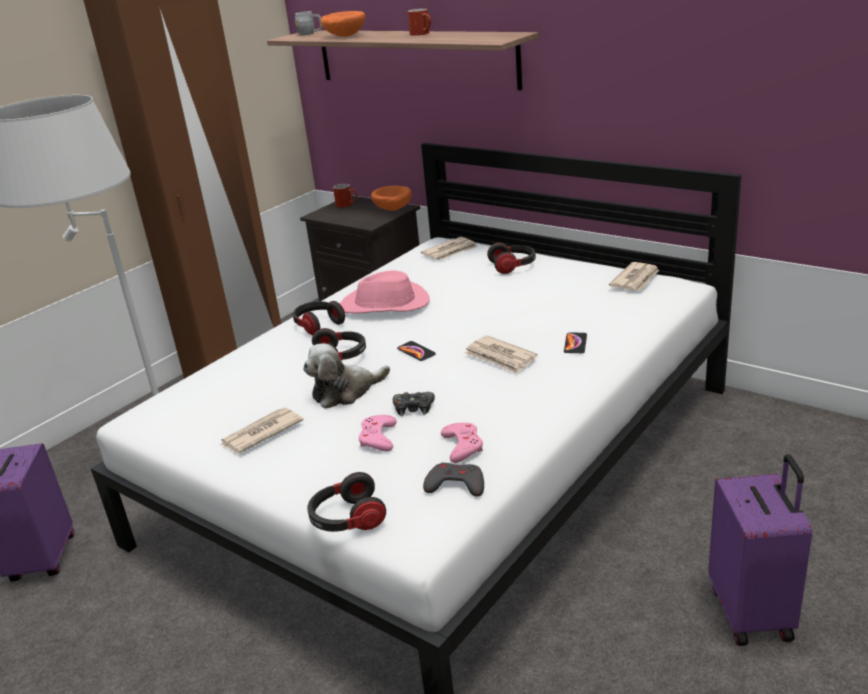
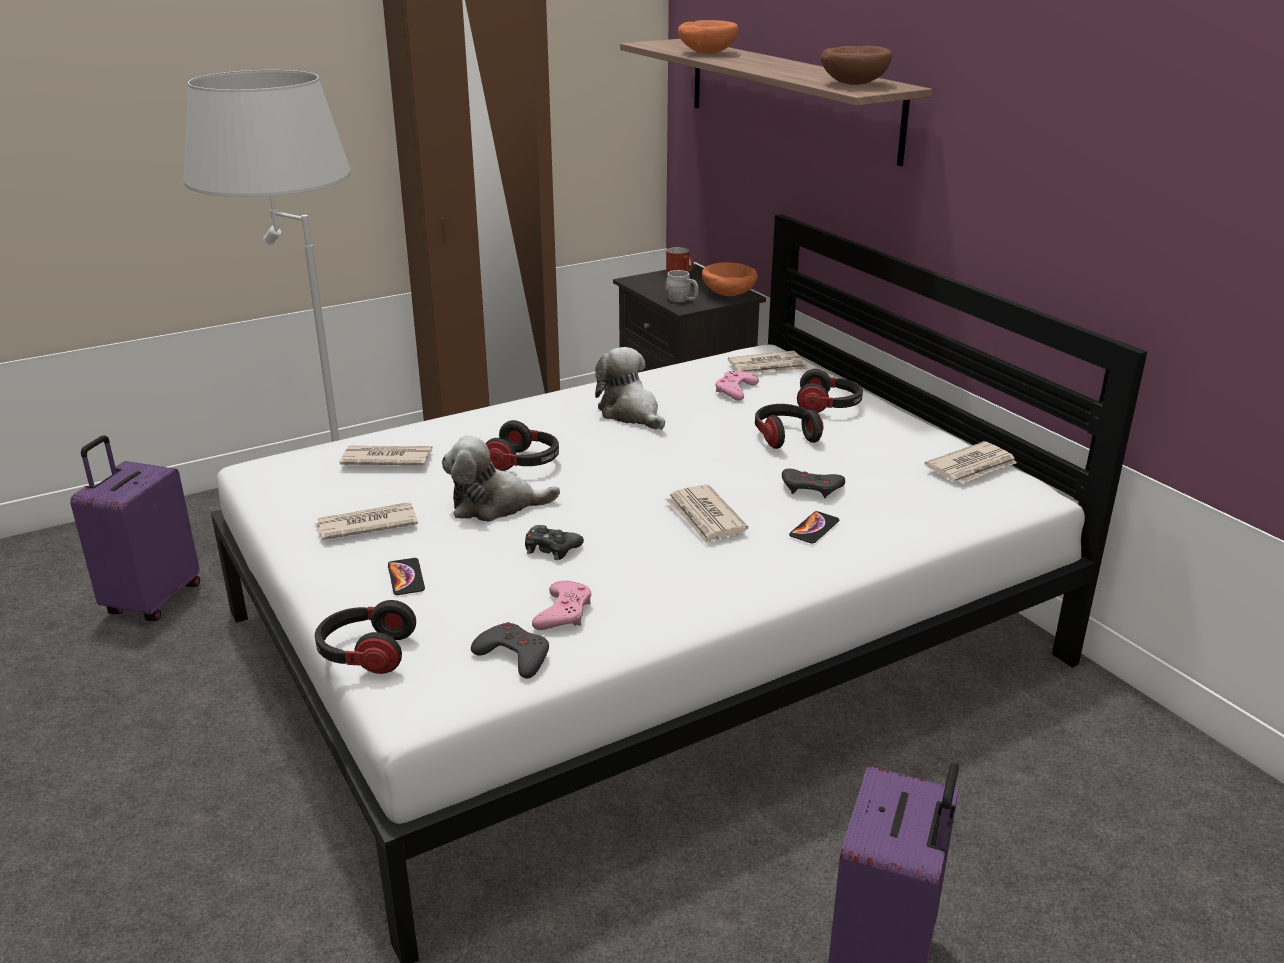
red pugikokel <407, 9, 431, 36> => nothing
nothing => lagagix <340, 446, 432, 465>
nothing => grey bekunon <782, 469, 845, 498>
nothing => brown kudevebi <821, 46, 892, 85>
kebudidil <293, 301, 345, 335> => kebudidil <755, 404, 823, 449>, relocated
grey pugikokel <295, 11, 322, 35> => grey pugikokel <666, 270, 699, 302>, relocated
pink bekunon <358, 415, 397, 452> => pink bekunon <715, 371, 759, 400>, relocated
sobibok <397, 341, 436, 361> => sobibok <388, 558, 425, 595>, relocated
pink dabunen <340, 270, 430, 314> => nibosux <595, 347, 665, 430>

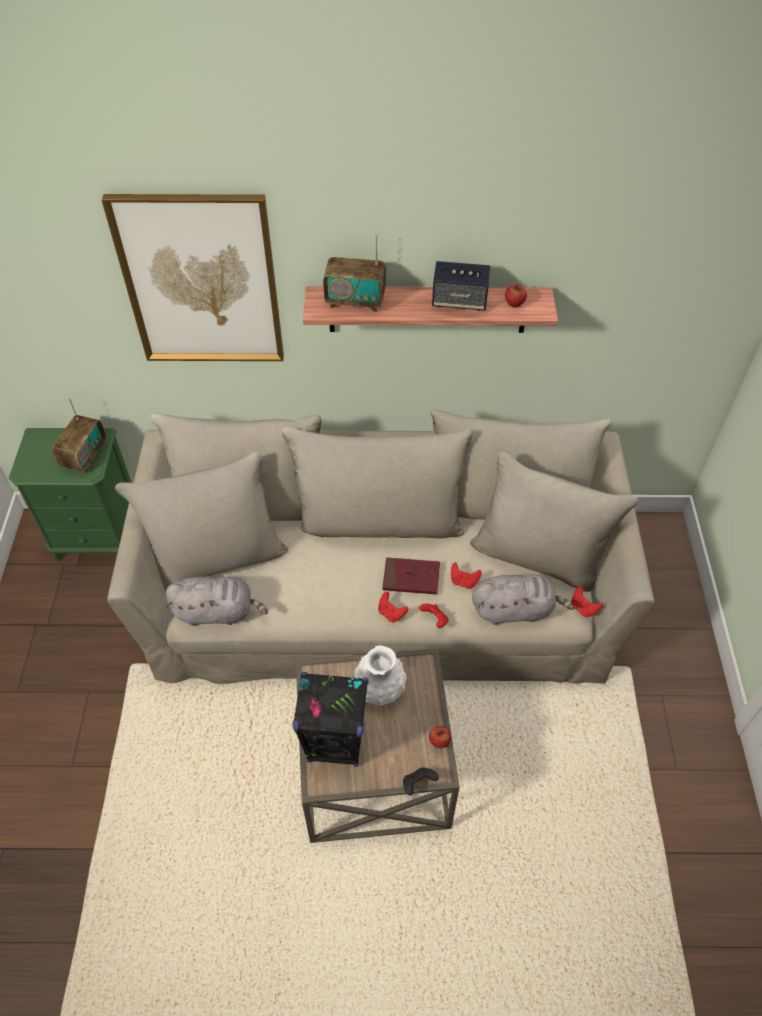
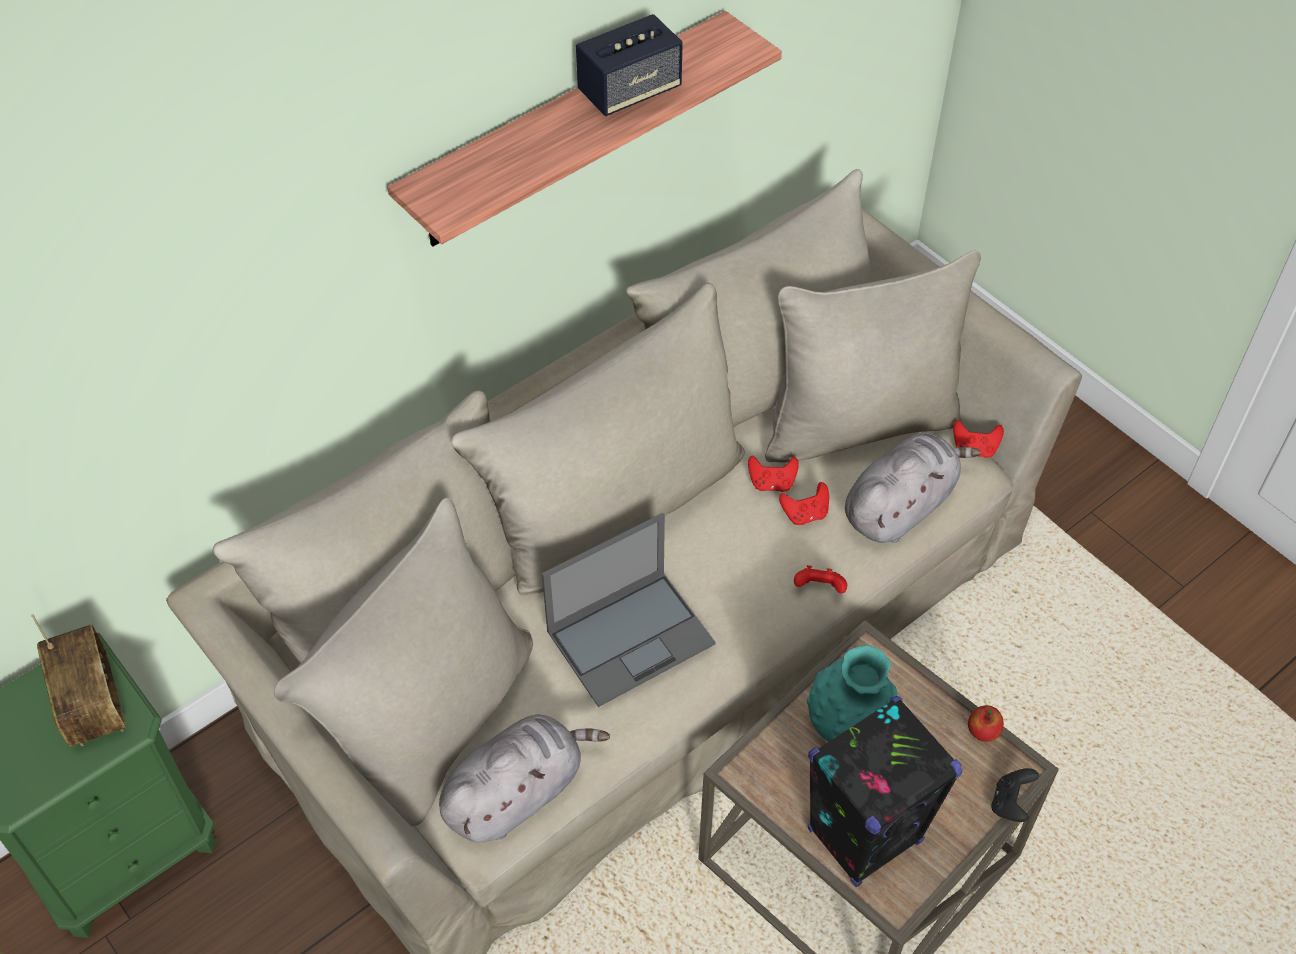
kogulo <102, 194, 284, 361> => nothing
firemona <323, 235, 386, 312> => nothing
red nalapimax <382, 557, 440, 595> => nothing
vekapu <505, 284, 527, 307> => nothing
nothing => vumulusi <542, 513, 716, 707>
red bekunon <378, 592, 408, 622> => red bekunon <748, 456, 799, 492>, relocated
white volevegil <354, 646, 407, 706> => turquoise volevegil <806, 645, 898, 742>

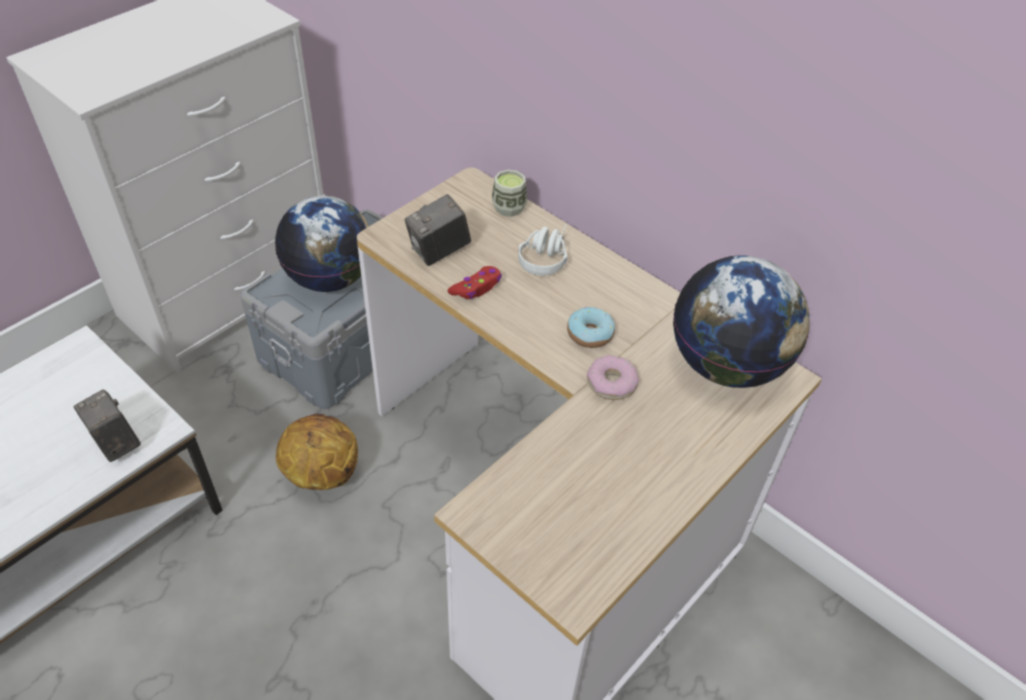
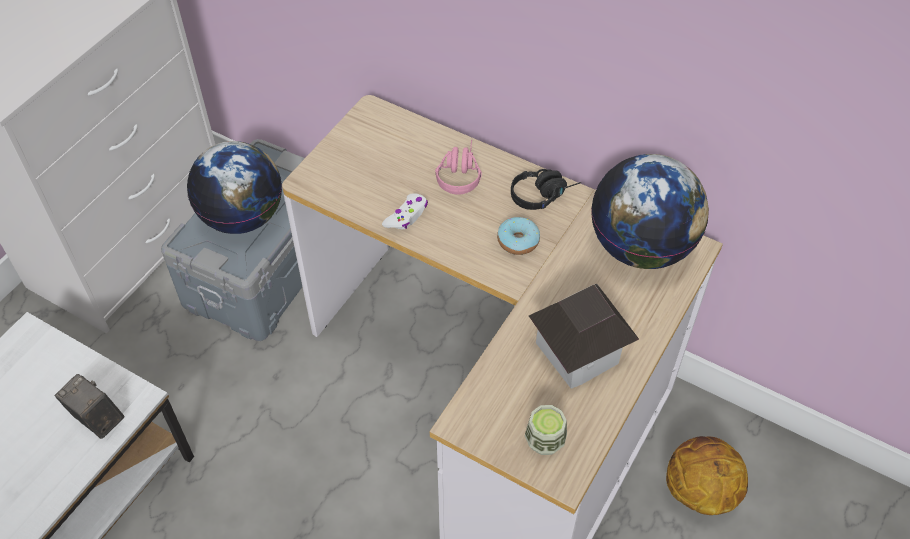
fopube <404, 194, 471, 266> => nothing
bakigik <587, 355, 639, 400> => nothing
nothing => black kebudidil <511, 169, 582, 210>
nothing => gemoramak <529, 284, 639, 389>
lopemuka <276, 414, 358, 490> => lopemuka <666, 436, 748, 515>, relocated
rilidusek <492, 170, 527, 217> => rilidusek <525, 405, 567, 455>, relocated
red bekunon <447, 266, 502, 299> => white bekunon <382, 193, 428, 229>
white kebudidil <518, 225, 568, 276> => pink kebudidil <435, 140, 482, 195>

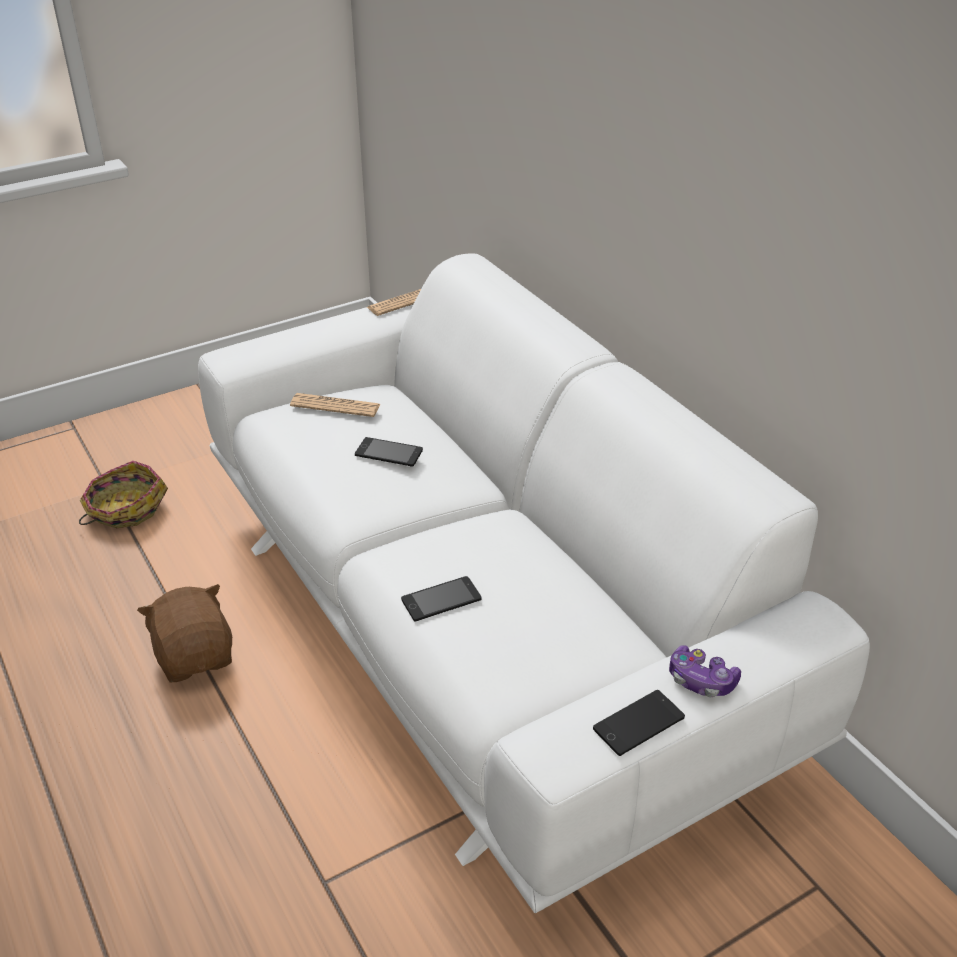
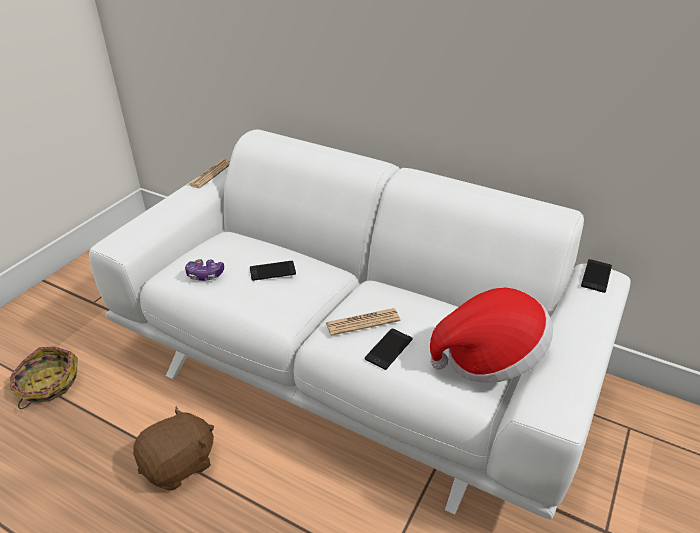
nothing => dabunen <430, 287, 553, 383>
lagagix <290, 393, 380, 417> => lagagix <325, 308, 400, 336>, relocated
sobibok <593, 690, 685, 756> => sobibok <581, 259, 612, 293>, relocated
bekunon <669, 645, 741, 697> => bekunon <185, 259, 224, 281>, relocated
brown nibosux <137, 584, 232, 682> => brown nibosux <133, 406, 214, 491>, 105 degrees clockwise

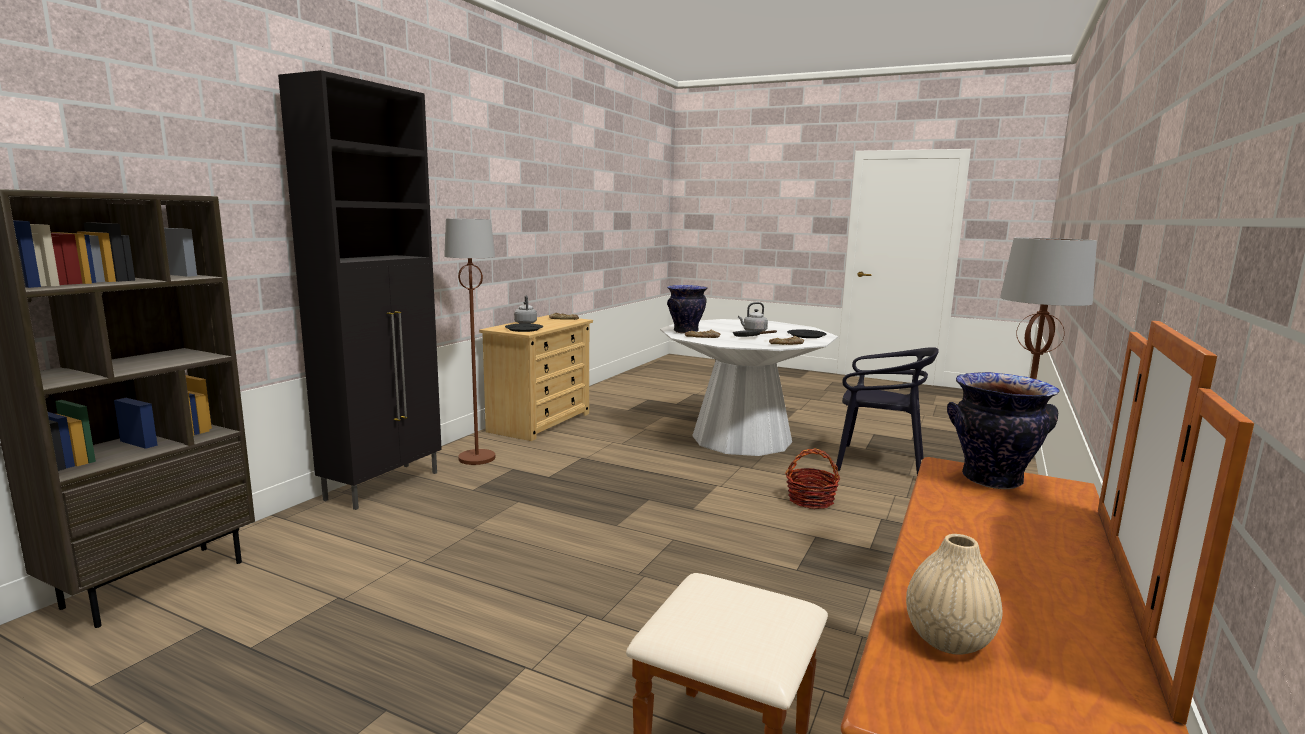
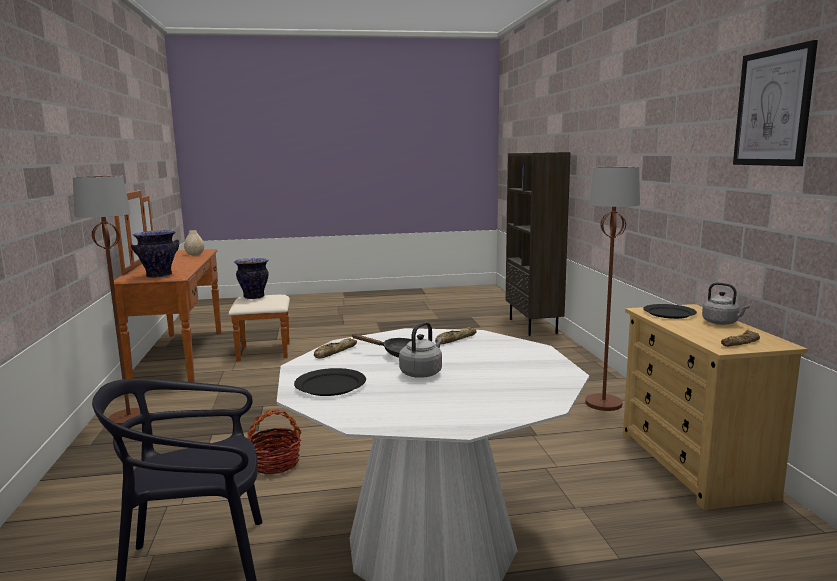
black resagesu <278, 70, 442, 510> => nothing
nothing => kogulo <733, 40, 818, 166>
volevegil <667, 285, 708, 334> => volevegil <234, 258, 269, 299>, relocated

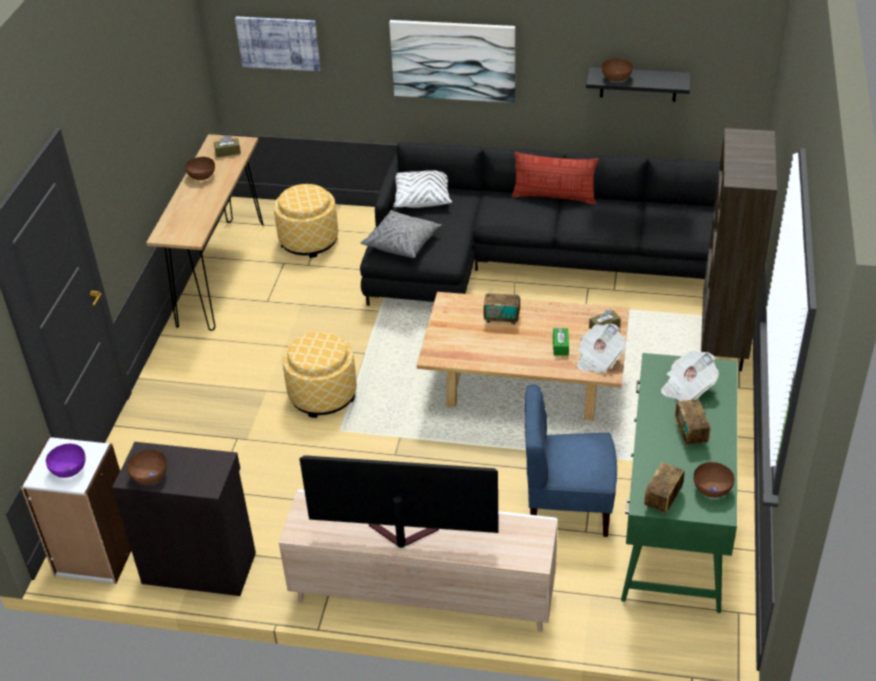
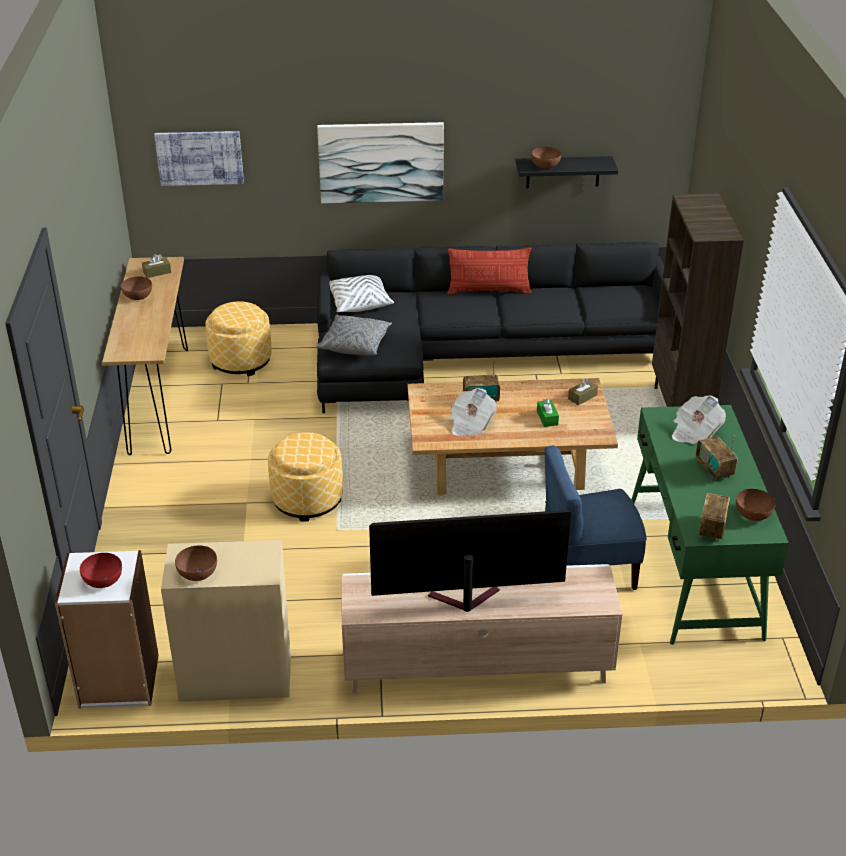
lagagix <577, 323, 626, 373> => lagagix <450, 388, 497, 436>, relocated
purple kudevebi <46, 444, 86, 478> => red kudevebi <80, 553, 122, 588>
black resagesu <112, 442, 256, 596> => beige resagesu <161, 540, 291, 702>

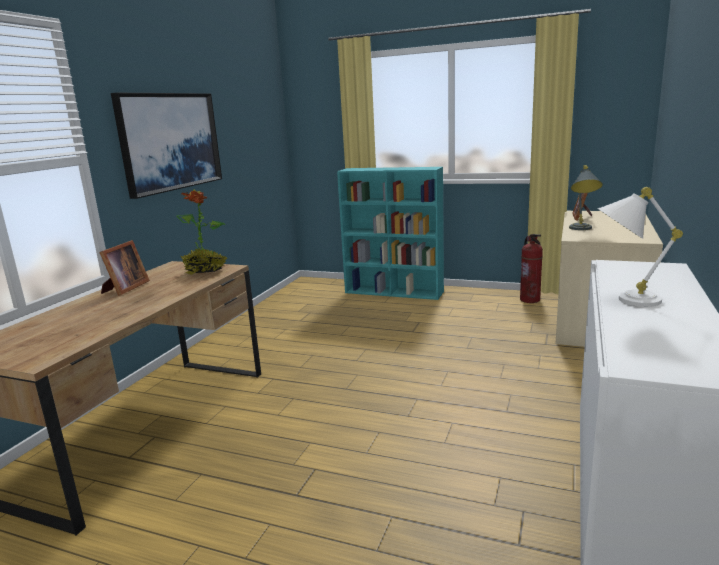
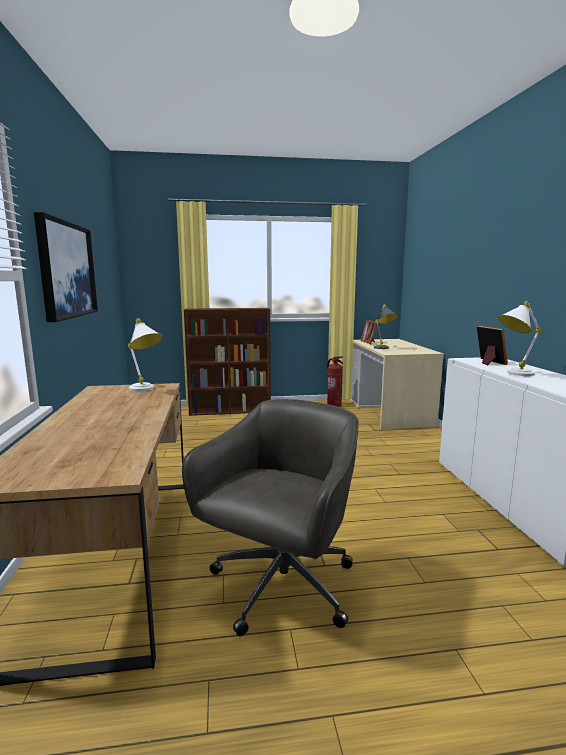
nothing => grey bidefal <182, 399, 359, 636>
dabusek <99, 240, 150, 296> => dabusek <476, 326, 508, 365>, relocated
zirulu <177, 190, 227, 275> => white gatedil <128, 319, 163, 391>
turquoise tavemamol <337, 167, 444, 300> => brown tavemamol <184, 308, 271, 416>

